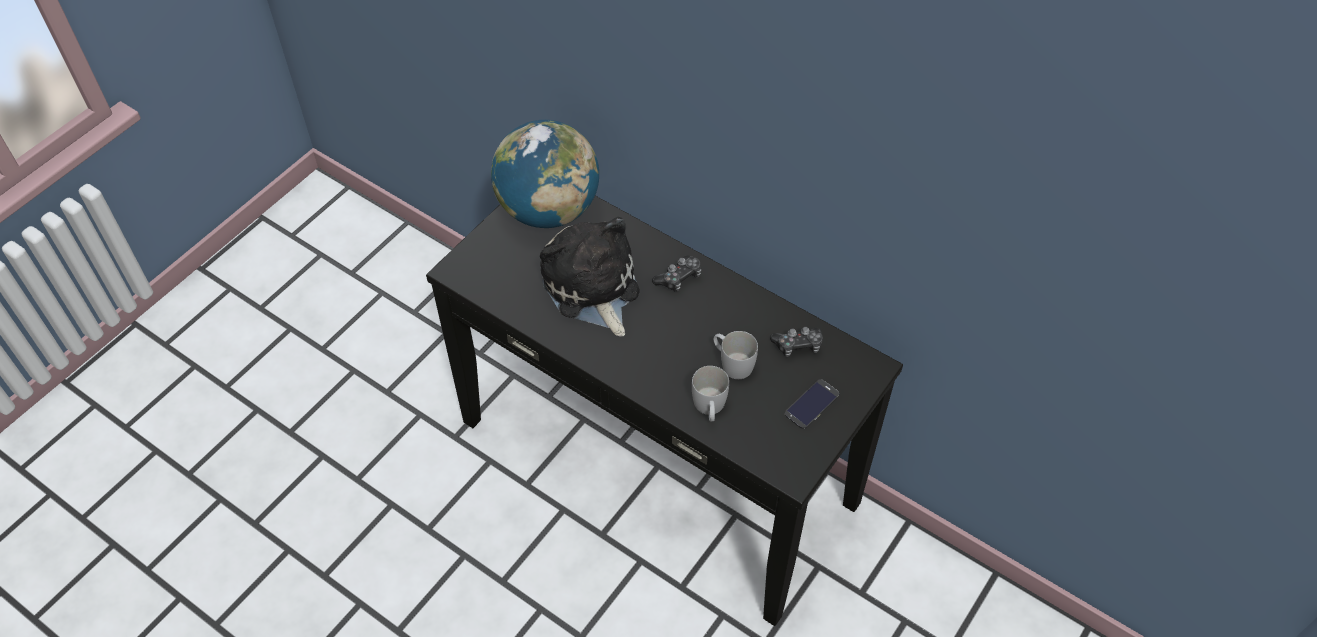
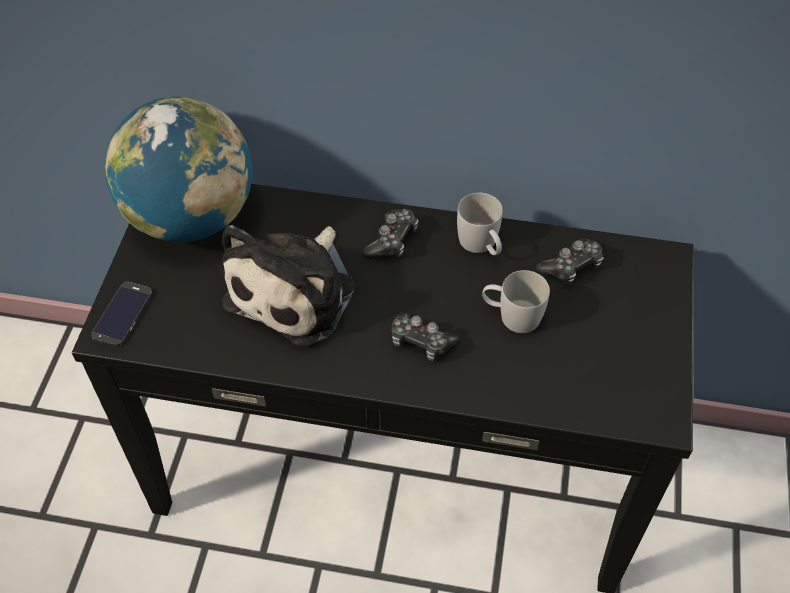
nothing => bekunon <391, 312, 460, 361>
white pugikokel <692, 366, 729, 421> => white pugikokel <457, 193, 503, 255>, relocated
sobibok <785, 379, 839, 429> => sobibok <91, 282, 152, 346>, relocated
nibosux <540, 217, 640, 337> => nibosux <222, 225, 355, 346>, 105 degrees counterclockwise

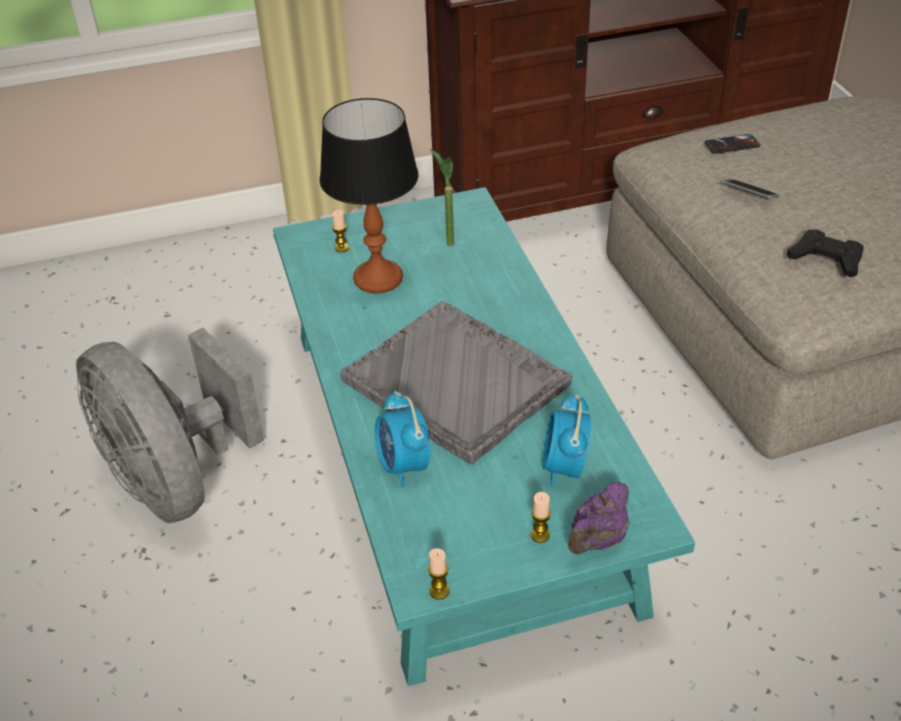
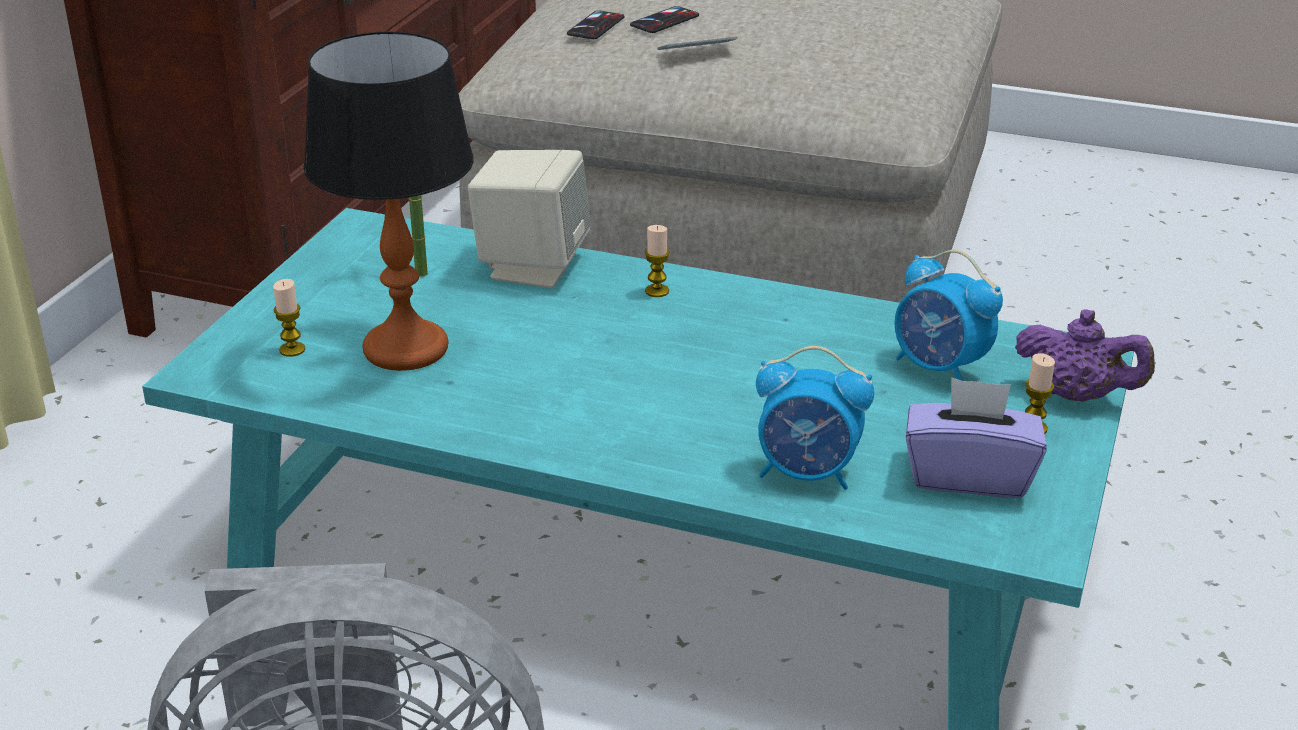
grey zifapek <340, 301, 572, 464> => nothing
black bekunon <787, 229, 864, 277> => nothing
nothing => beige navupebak <468, 150, 591, 288>
nothing => sobibok <630, 6, 699, 33>
nothing => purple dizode <906, 377, 1047, 498>
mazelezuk <428, 548, 449, 600> => mazelezuk <645, 225, 670, 297>, relocated
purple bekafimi <568, 481, 629, 554> => purple bekafimi <1015, 309, 1155, 402>, 45 degrees counterclockwise

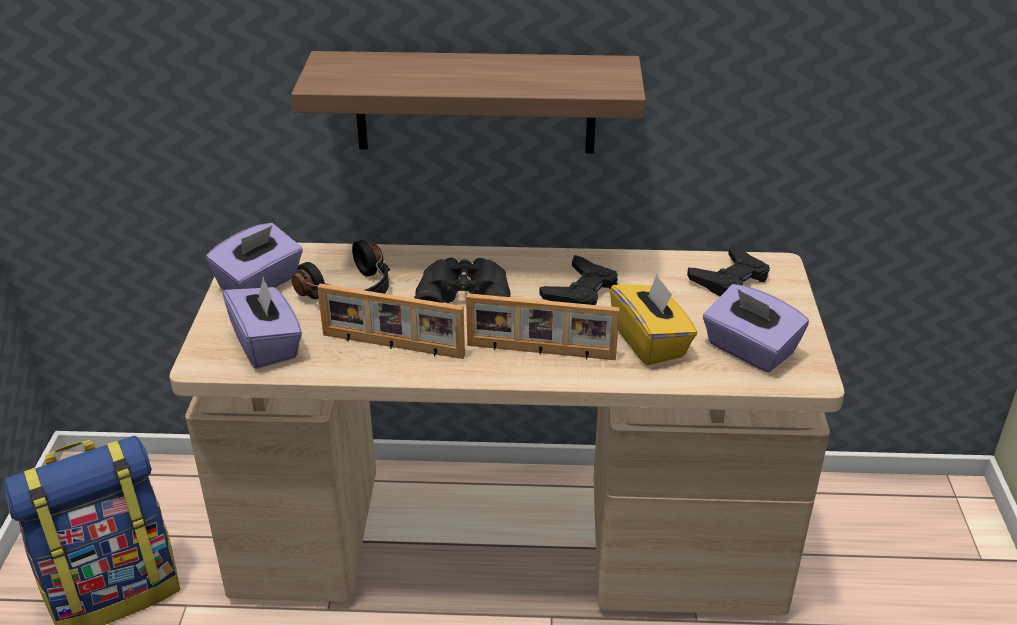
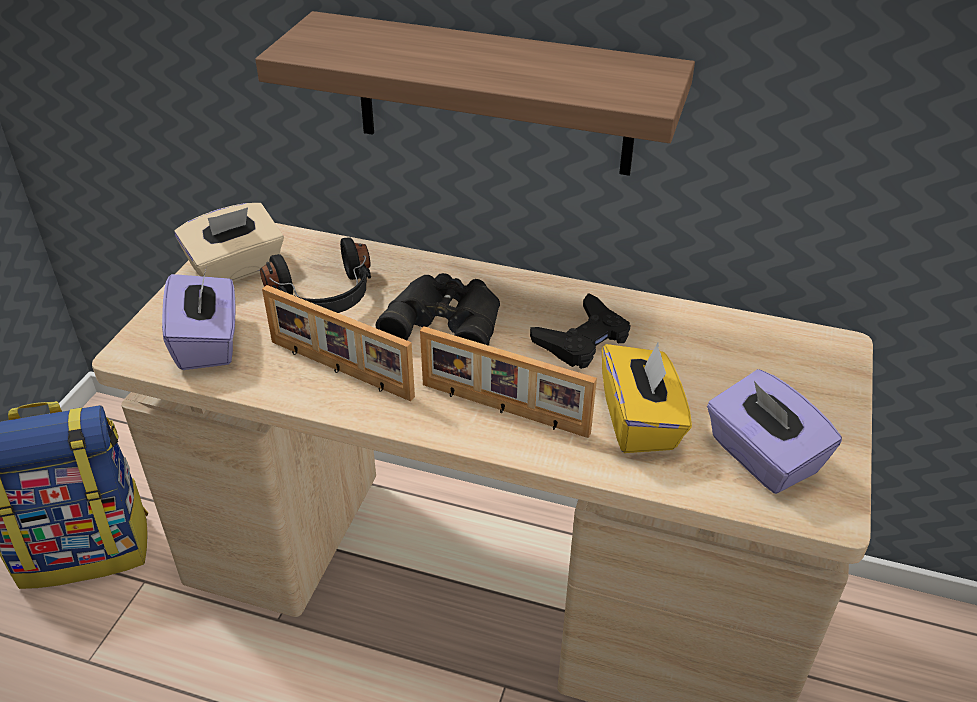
black bekunon <687, 244, 770, 296> => nothing
purple dizode <206, 223, 303, 290> => beige dizode <174, 203, 284, 282>

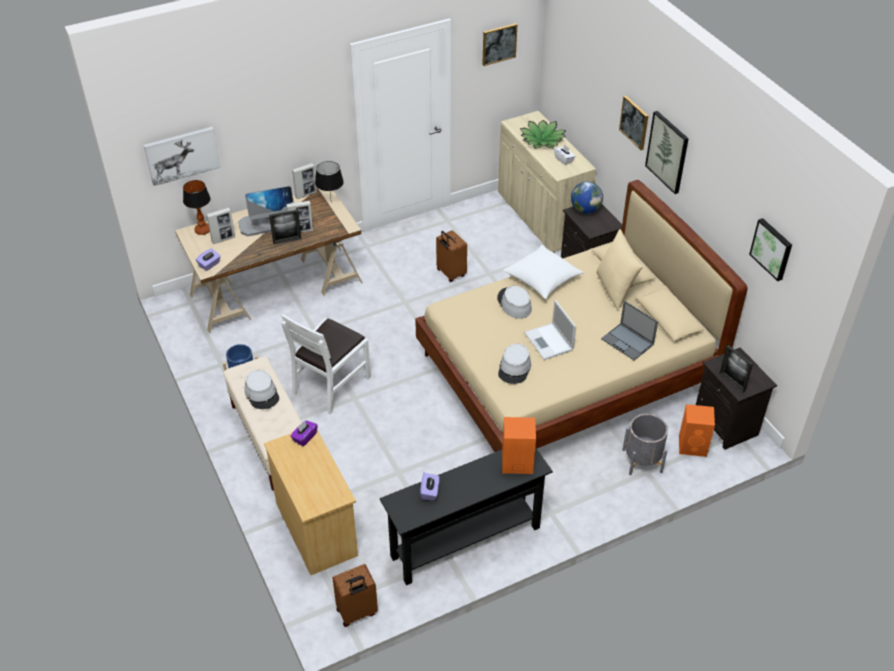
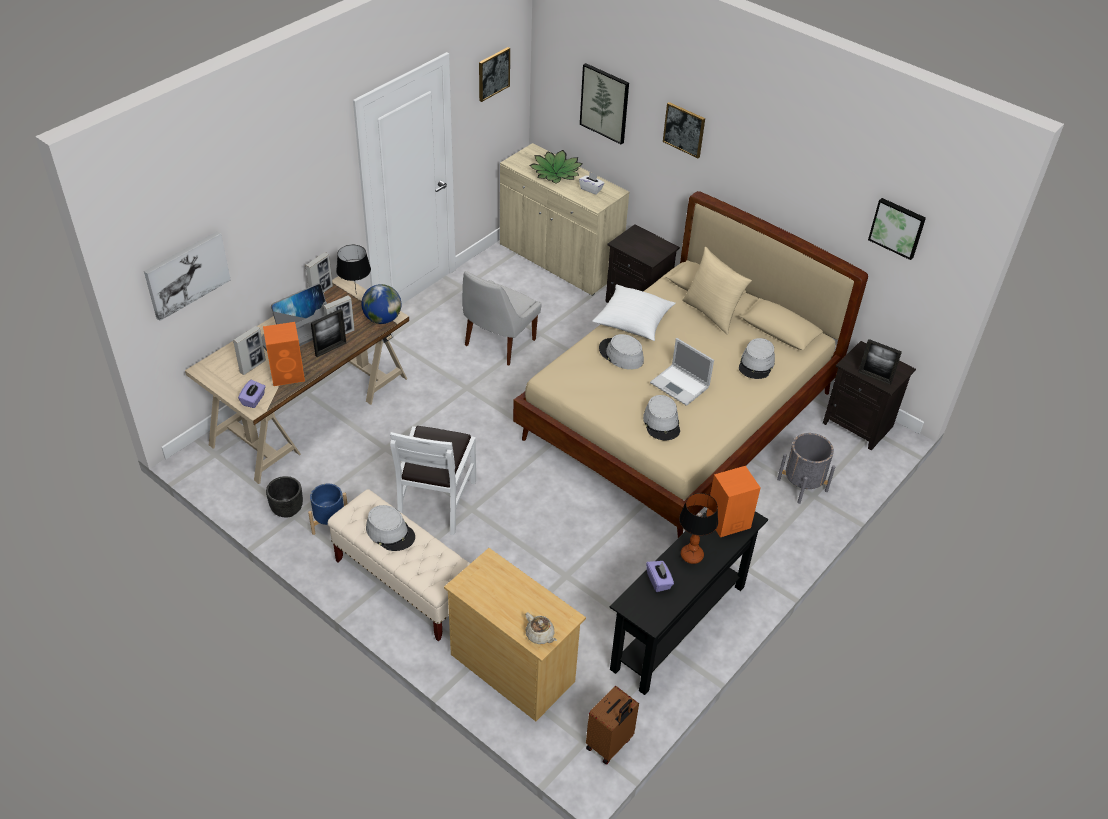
purple dizode <291, 420, 318, 446> => nothing
nothing => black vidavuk <266, 476, 303, 518>
nothing => beige bekafimi <525, 612, 557, 644>
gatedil <183, 180, 211, 235> => gatedil <679, 493, 718, 564>, relocated
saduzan <571, 181, 603, 214> => saduzan <361, 284, 401, 324>, relocated
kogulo <645, 111, 689, 194> => kogulo <580, 63, 629, 144>, relocated
orange navupebak <679, 404, 715, 457> => orange navupebak <263, 322, 305, 386>, relocated
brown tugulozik <436, 230, 467, 282> => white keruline <462, 271, 542, 366>
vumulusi <601, 300, 658, 360> => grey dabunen <739, 338, 775, 379>

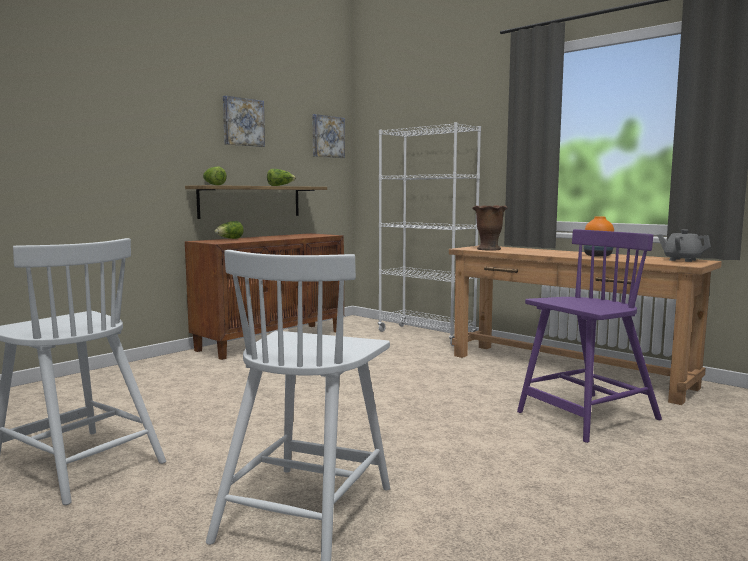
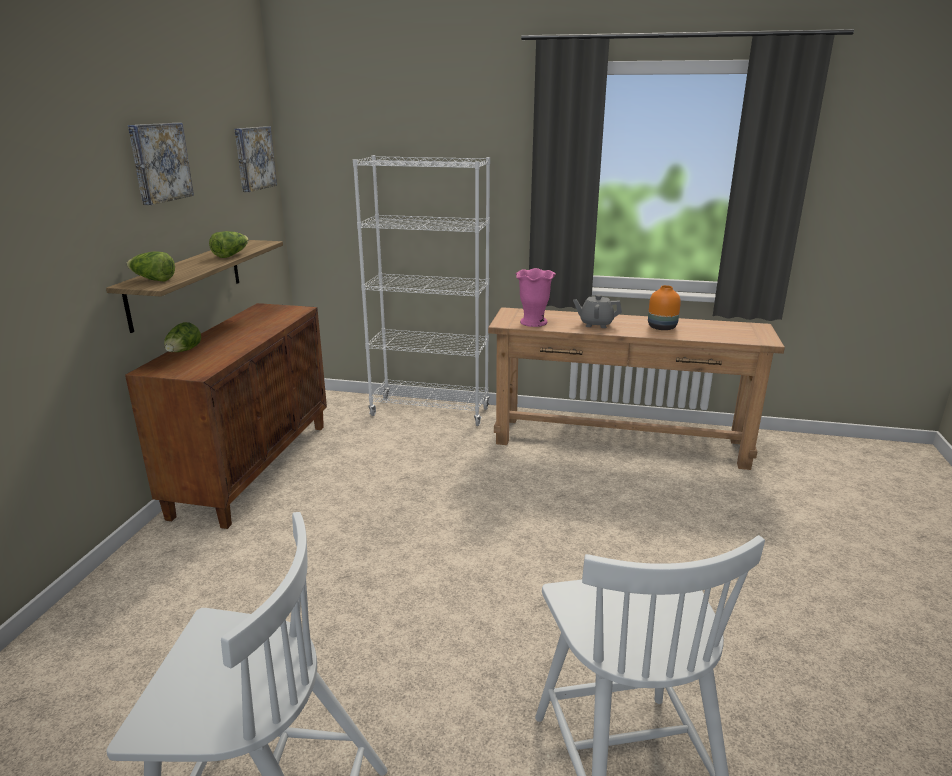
purple keruline <517, 229, 662, 443> => nothing
grey bekafimi <657, 229, 711, 262> => grey bekafimi <573, 294, 622, 328>, relocated
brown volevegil <472, 205, 508, 251> => pink volevegil <515, 268, 556, 327>

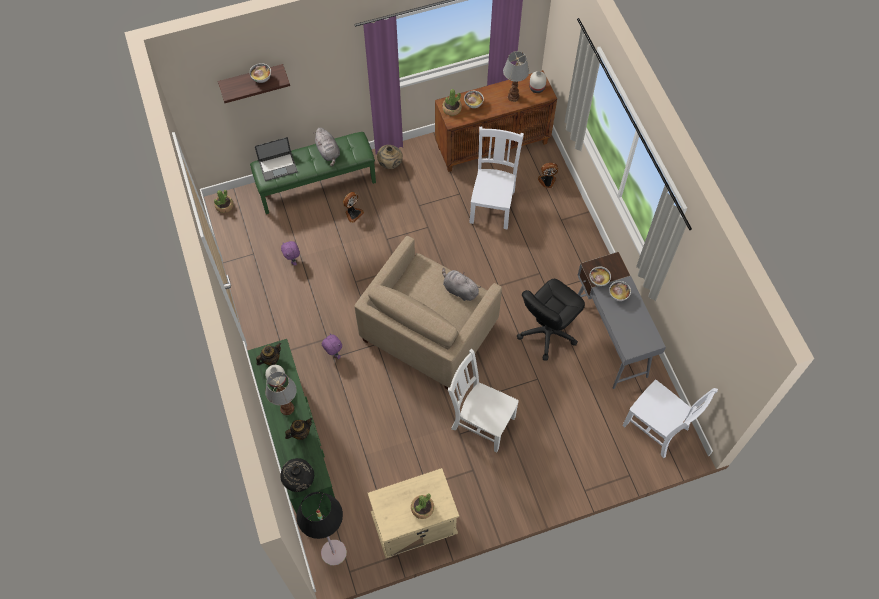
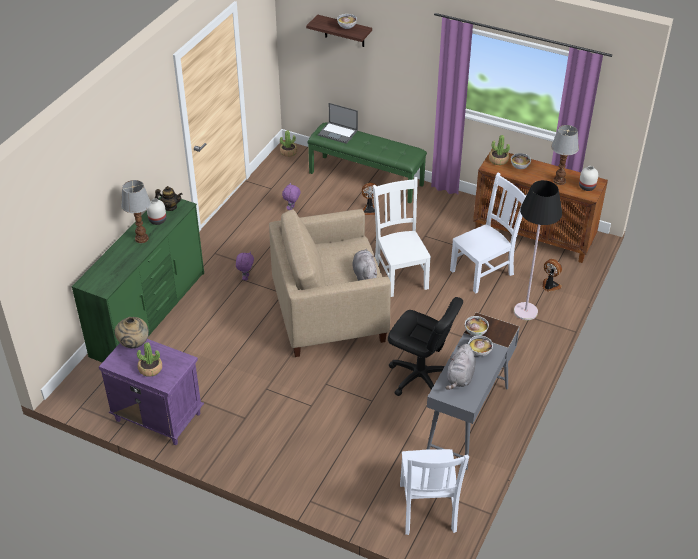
black volevegil <280, 458, 314, 492> => nothing
bekafimi <285, 418, 312, 440> => nothing
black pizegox <297, 492, 347, 566> => black pizegox <514, 180, 562, 320>, relocated
grey nibosux <313, 128, 340, 167> => grey nibosux <445, 344, 476, 390>, relocated
beige volevegil <377, 145, 403, 169> => beige volevegil <114, 317, 149, 348>, relocated
white keruline <448, 349, 519, 452> => white keruline <373, 177, 431, 297>, relocated
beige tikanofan <368, 468, 459, 558> => purple tikanofan <99, 339, 204, 445>
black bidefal <517, 279, 585, 361> => black bidefal <388, 297, 463, 396>, 150 degrees counterclockwise

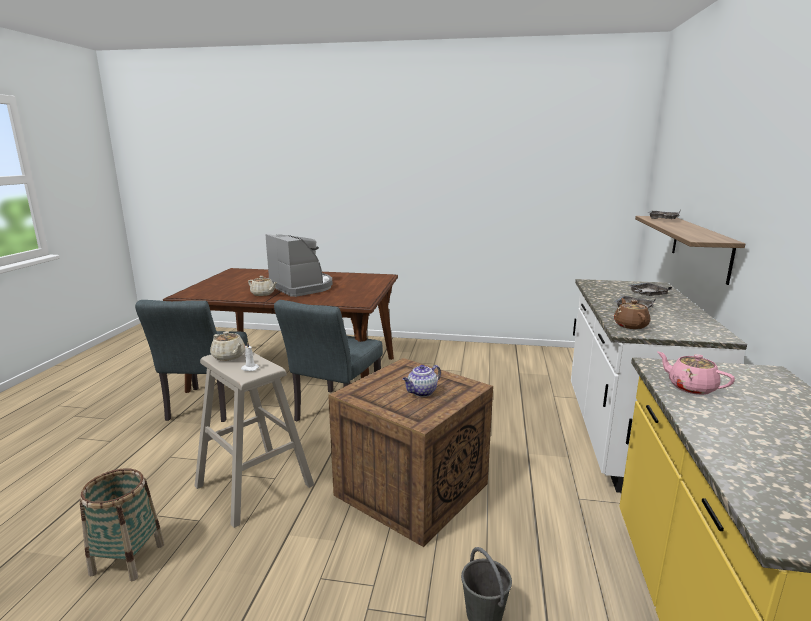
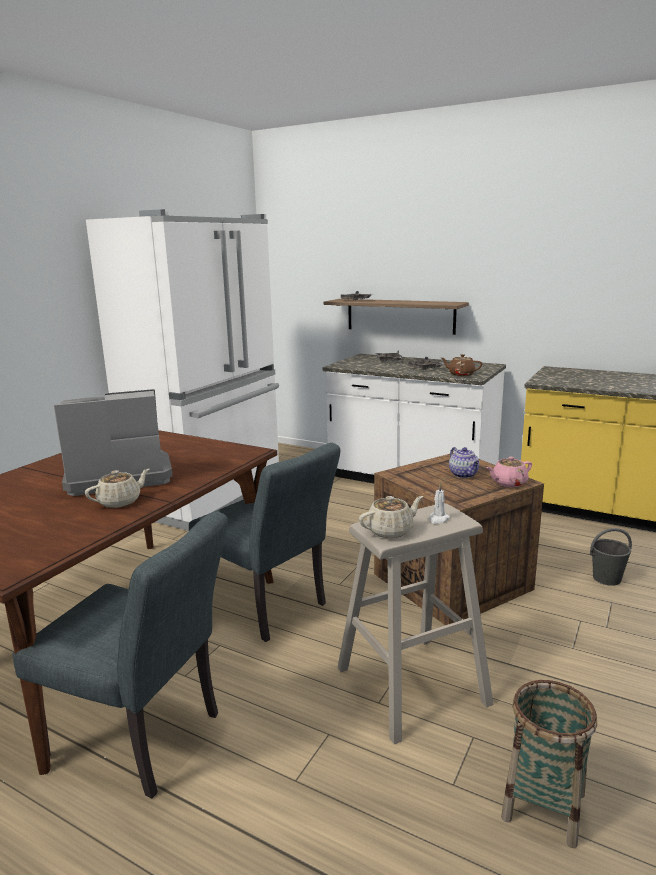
nothing => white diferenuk <86, 209, 279, 531>
pink bekafimi <657, 351, 735, 395> => pink bekafimi <486, 457, 532, 487>, relocated

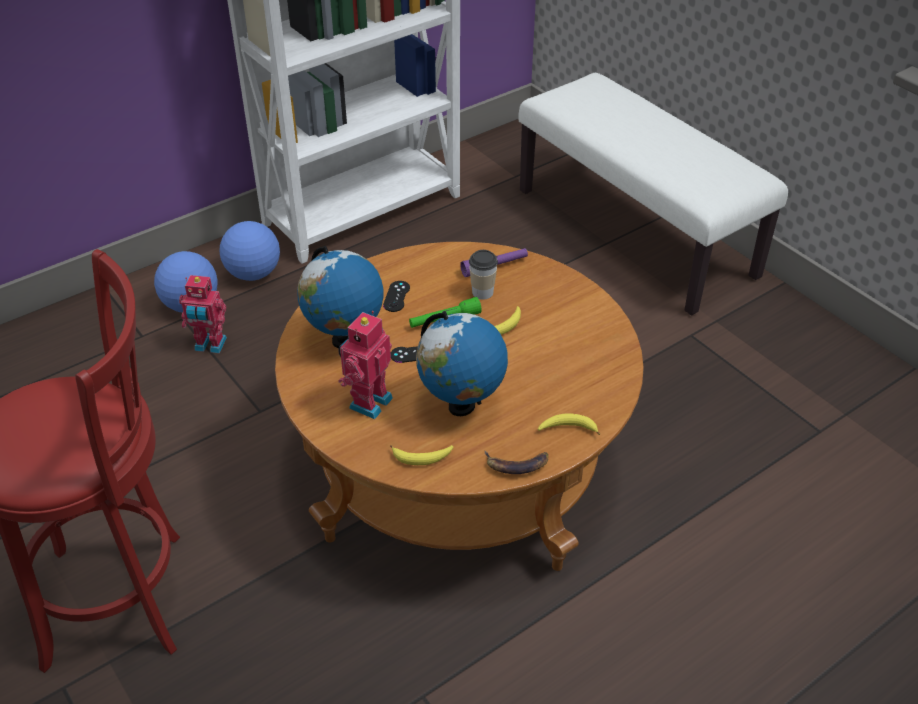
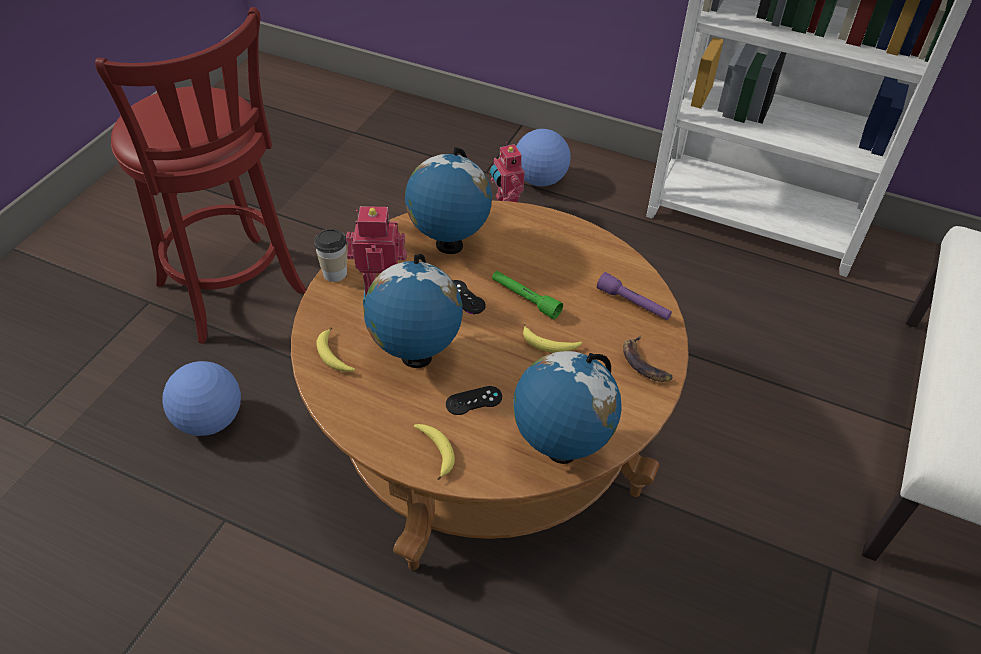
nothing => saduzan <513, 351, 622, 464>
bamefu <219, 221, 280, 281> => bamefu <162, 361, 241, 436>, relocated
black bekunon <383, 281, 410, 312> => black bekunon <446, 386, 502, 415>, relocated
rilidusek <469, 250, 498, 300> => rilidusek <314, 229, 347, 282>, relocated
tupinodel <485, 451, 548, 474> => tupinodel <623, 335, 673, 382>, relocated

